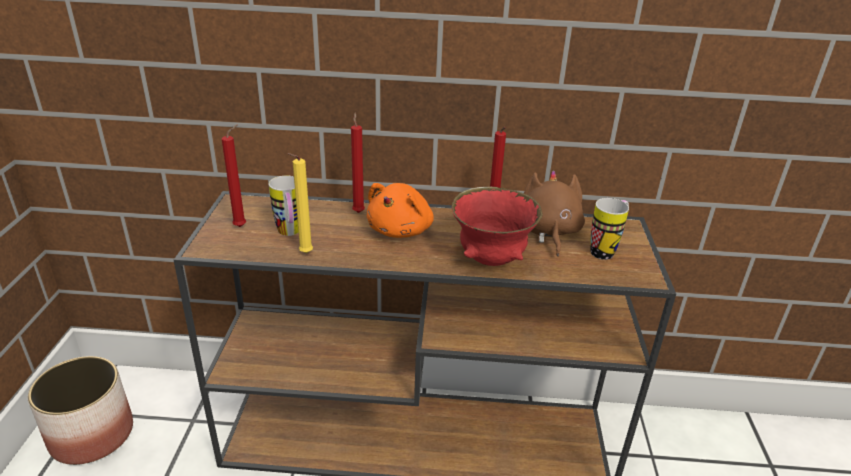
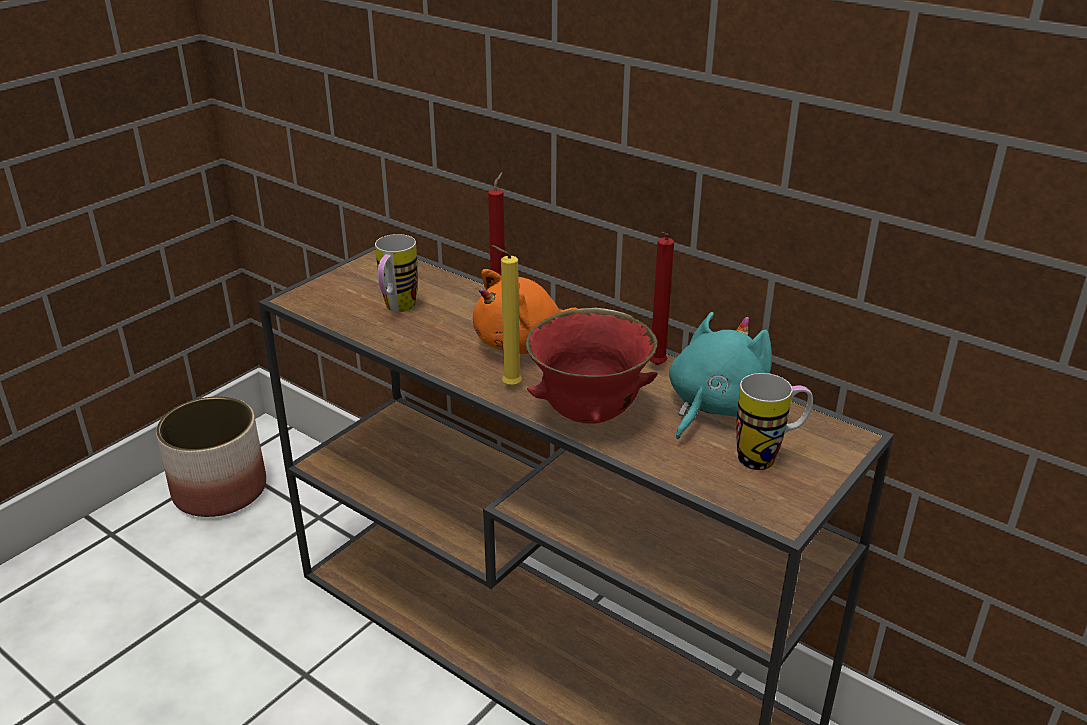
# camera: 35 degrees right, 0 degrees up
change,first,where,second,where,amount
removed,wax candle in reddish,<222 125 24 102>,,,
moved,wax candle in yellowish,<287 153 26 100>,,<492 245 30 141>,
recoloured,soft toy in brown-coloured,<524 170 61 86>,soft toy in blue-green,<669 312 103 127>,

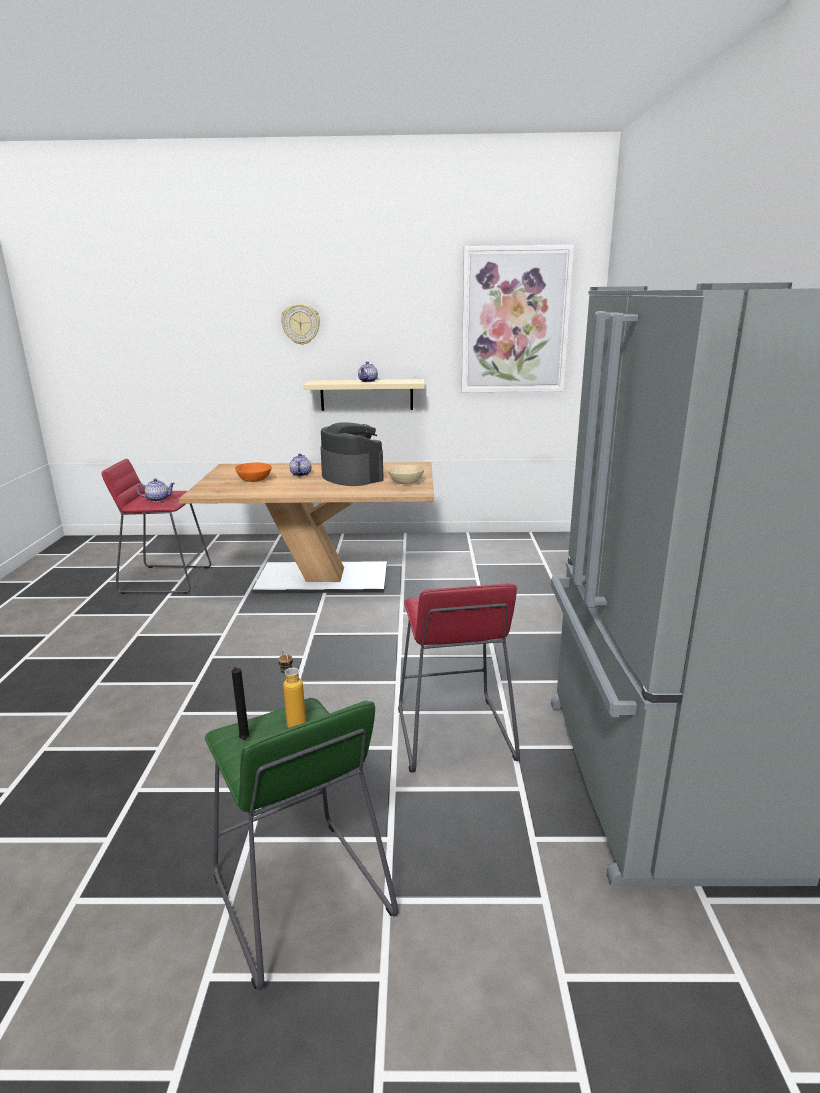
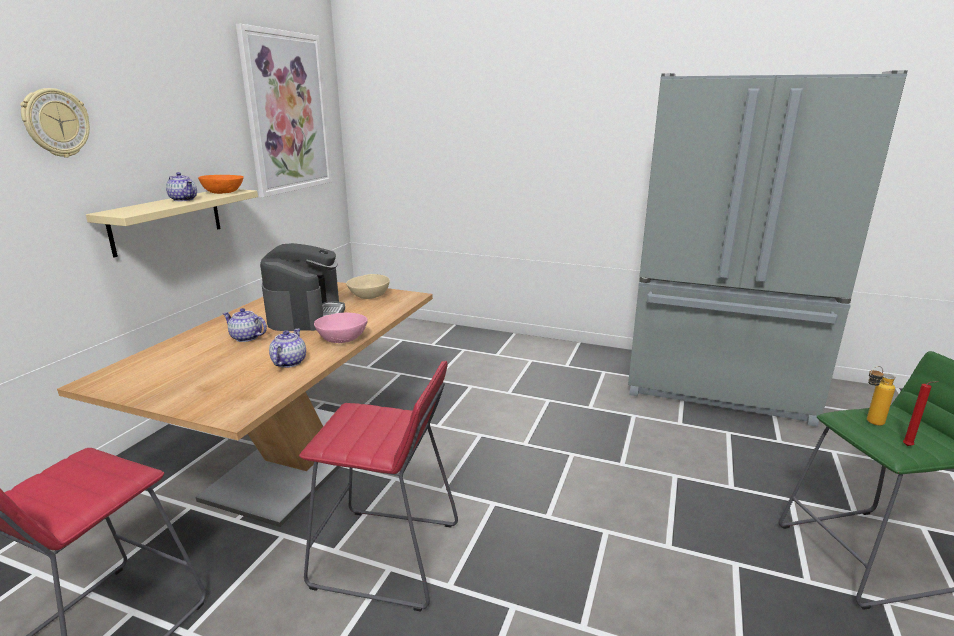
# camera: 70 degrees left, 0 degrees up
change,first,where,second,where,amount
turned,coffee brewer,<320 422 64 64>,,<260 243 85 88>,105 degrees clockwise
moved,bowl in orangey,<235 462 37 20>,,<198 175 46 19>,
moved,pot for tea,<137 478 38 24>,,<269 329 37 39>,
moved,stool seat in reddish,<398 583 122 190>,,<299 361 159 251>,
recoloured,wax candle in black,<227 666 23 73>,wax candle in reddish,<903 381 36 65>,
added,,,bowl in pinkish,<314 313 54 30>,

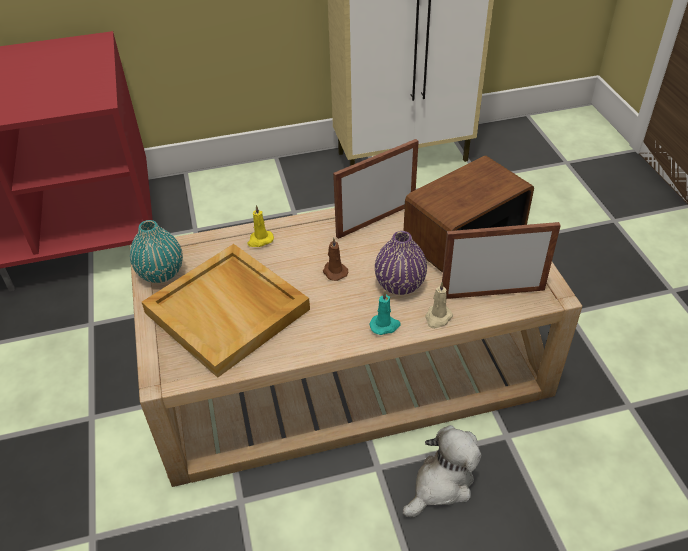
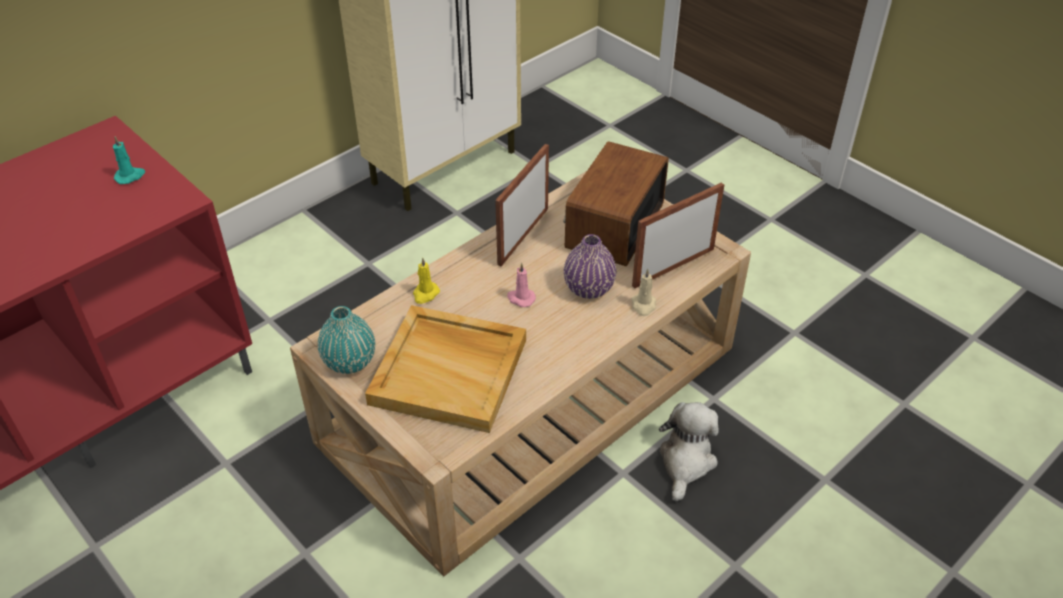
# camera: 30 degrees left, 0 degrees up
change,first,where,second,where,amount
recoloured,wax candle in brown-coloured,<323 237 25 44>,wax candle in pinkish,<507 263 29 44>,
moved,wax candle in blue-green,<370 291 31 44>,,<113 136 32 48>,

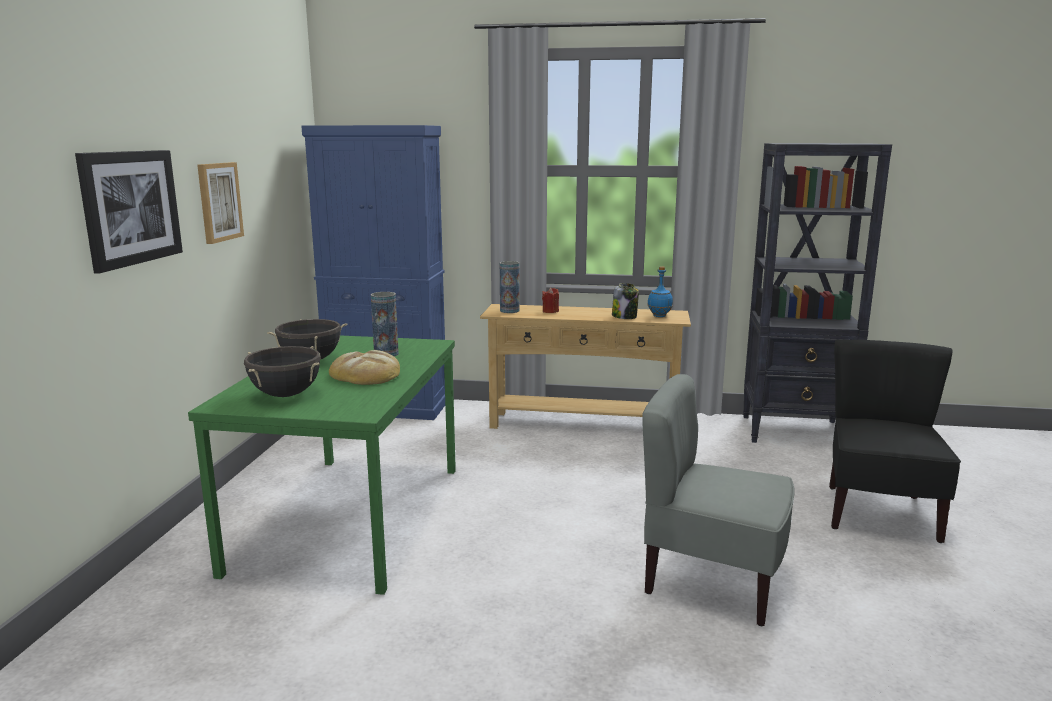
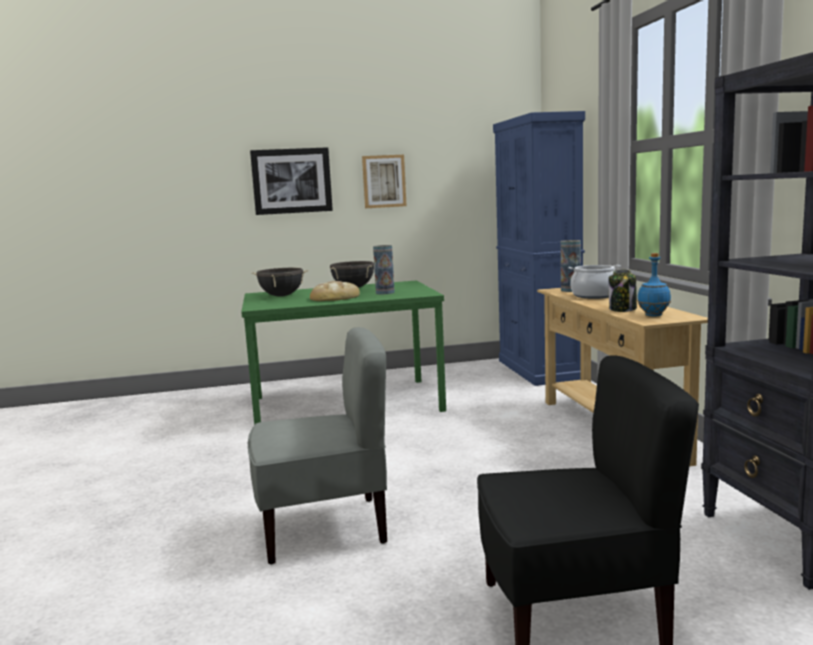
# camera: 70 degrees right, 5 degrees down
change,first,where,second,where,amount
replaced,wax candle in reddish,<542 287 17 26>,stockpot,<568 265 53 34>,
turned,plain chair in grey,<642 374 153 252>,,<248 327 139 237>,75 degrees clockwise

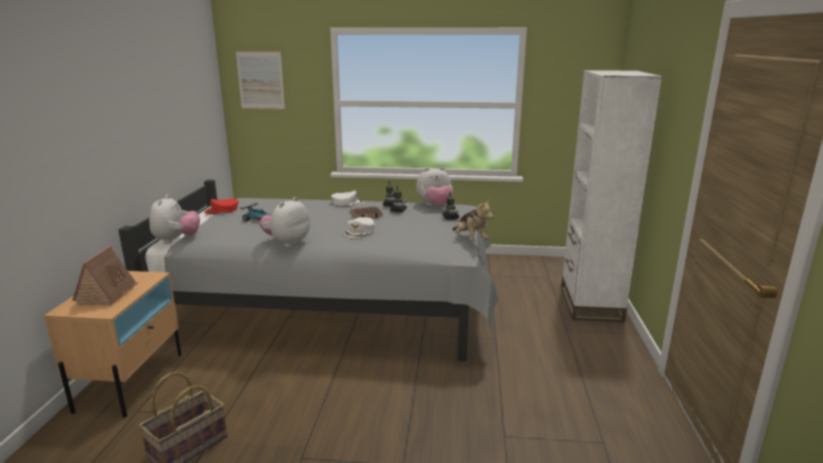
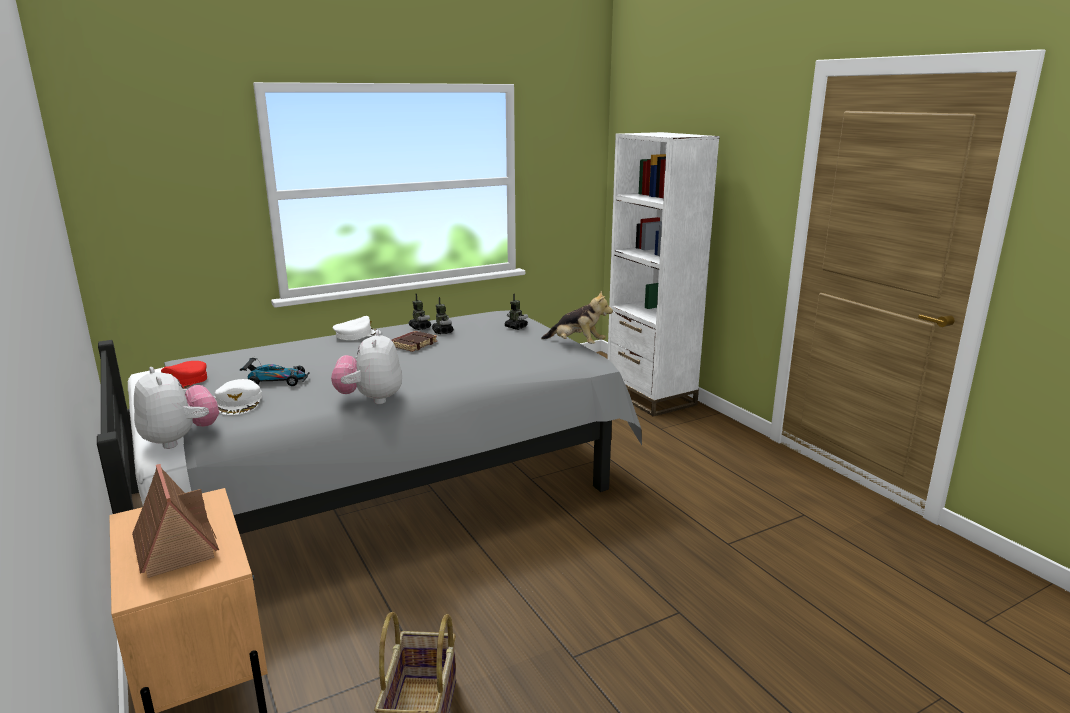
# camera: 35 degrees left, 0 degrees up
change,first,where,second,where,amount
removed,picture,<236 50 49 60>,,,
removed,soft toy,<416 167 37 39>,,,
moved,cap in white-coloured,<345 217 30 21>,,<214 379 48 36>,

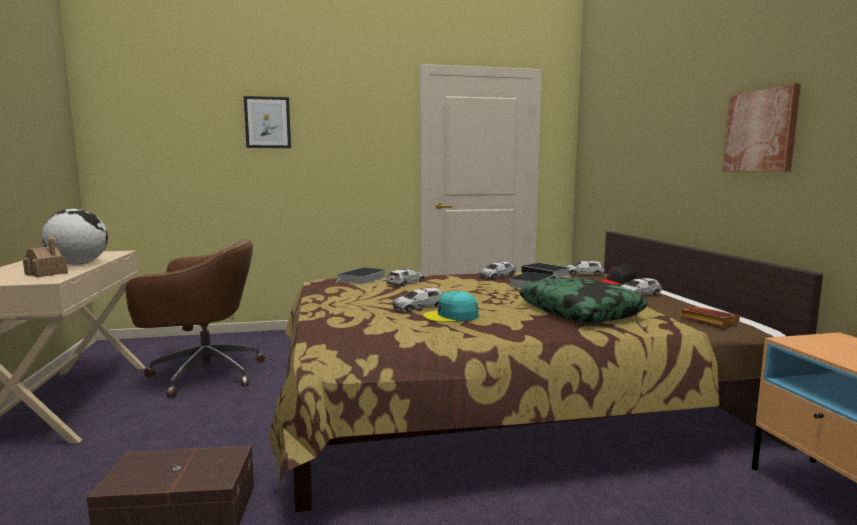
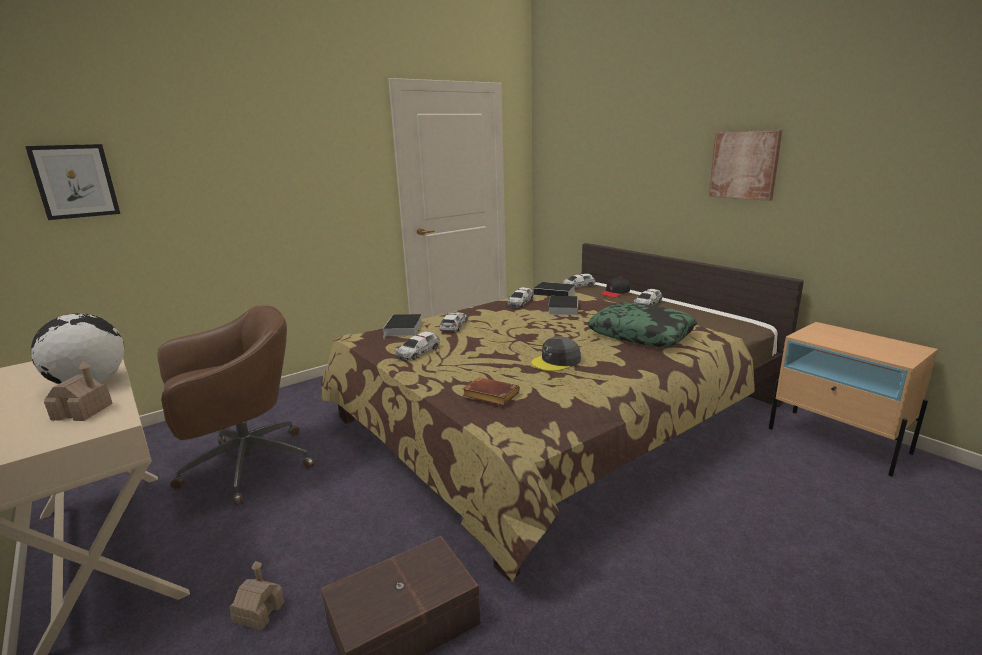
# camera: 25 degrees left, 10 degrees up
change,first,where,second,where,amount
moved,picture,<244 96 47 52>,,<25 144 95 76>,
moved,model car,<393 288 50 24>,,<395 331 45 29>,
recoloured,cap in blue-green,<423 291 56 31>,cap in grey,<531 337 50 34>,
moved,book in brown-coloured,<680 307 60 19>,,<463 377 57 29>,
added,,,model house,<229 561 55 70>,

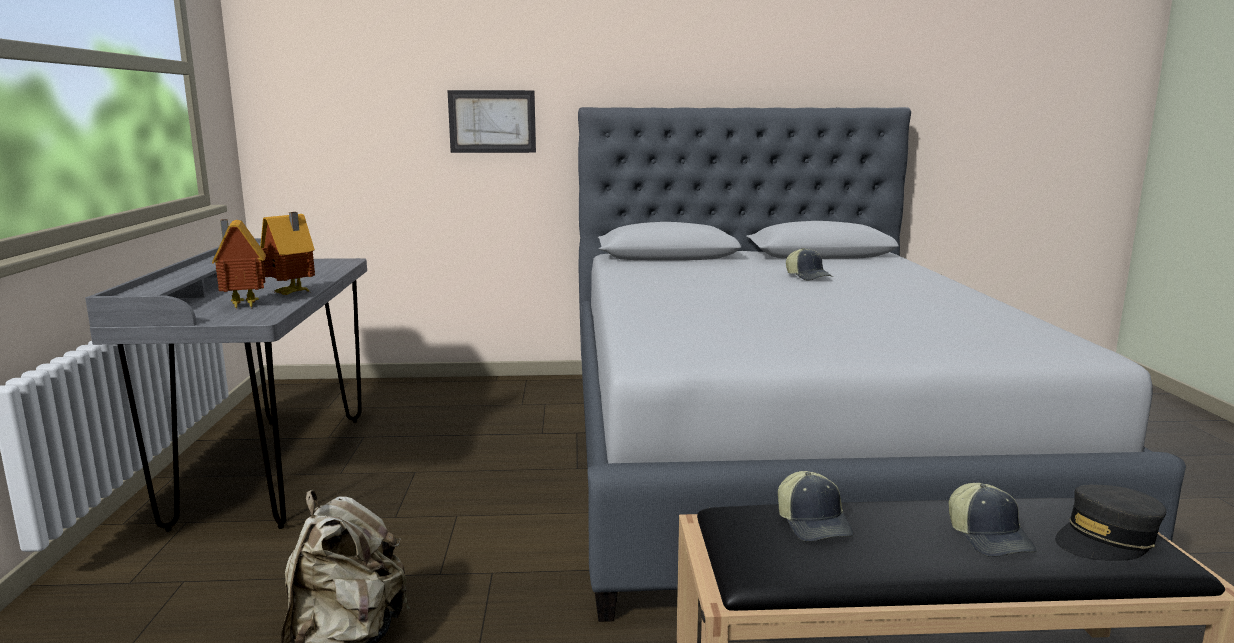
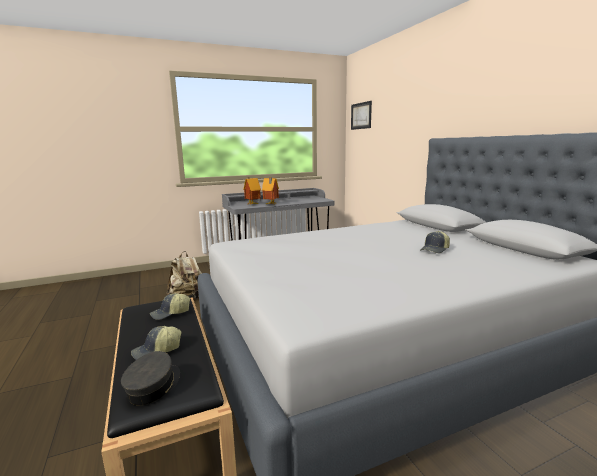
# camera: 70 degrees right, 0 degrees up
change,first,where,second,where,amount
moved,picture,<448 90 88 63>,,<351 101 21 29>,
turned,cap in grey,<1055 485 111 76>,,<121 351 59 54>,60 degrees clockwise

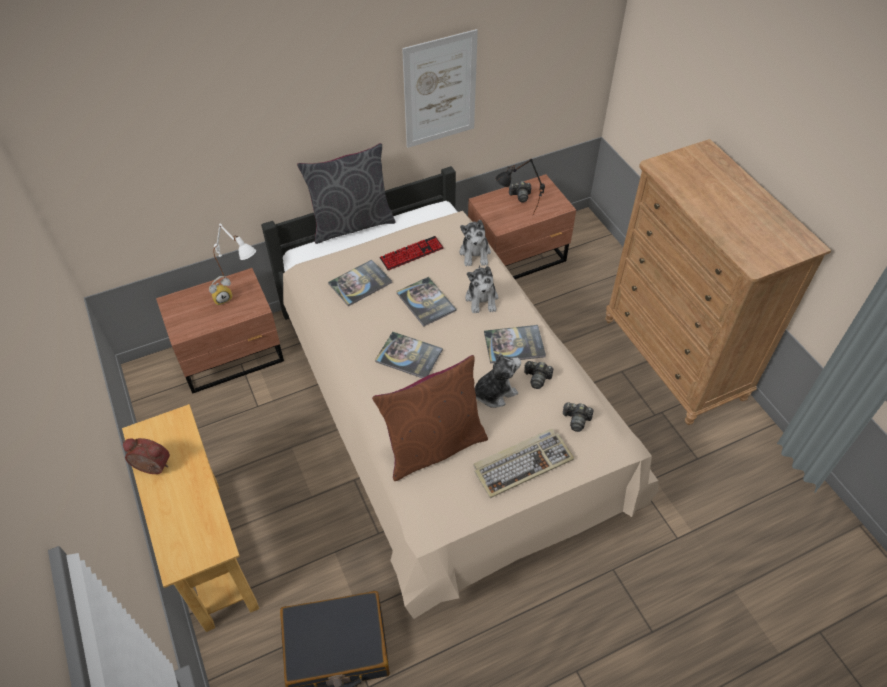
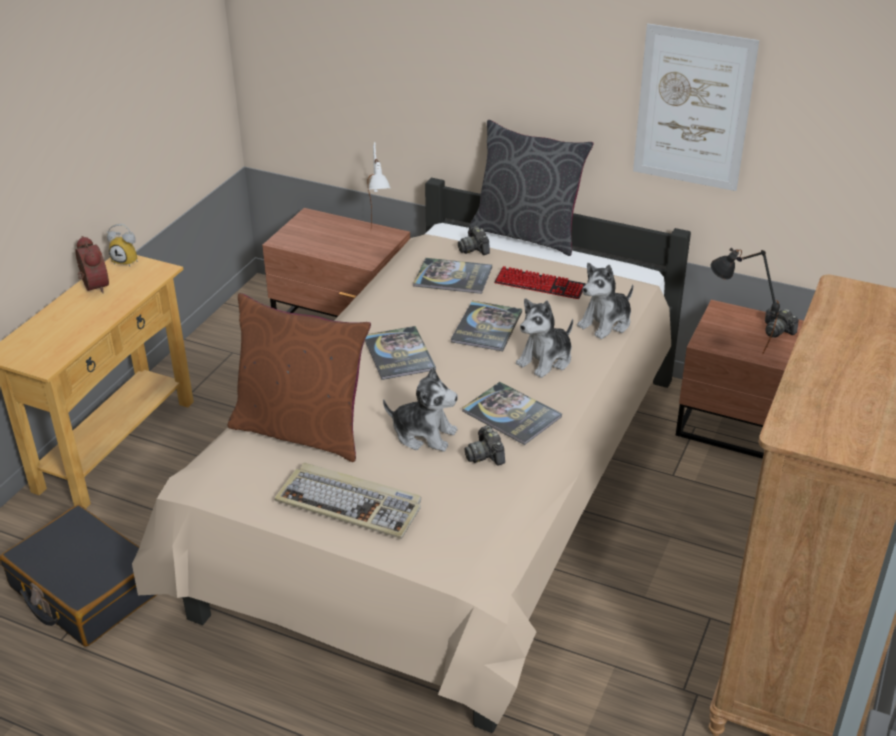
# camera: 50 degrees right, 15 degrees down
change,first,where,second,where,amount
moved,bedside clock,<209 276 24 30>,,<107 223 31 44>,
moved,still camera,<563 403 30 29>,,<458 226 32 29>,

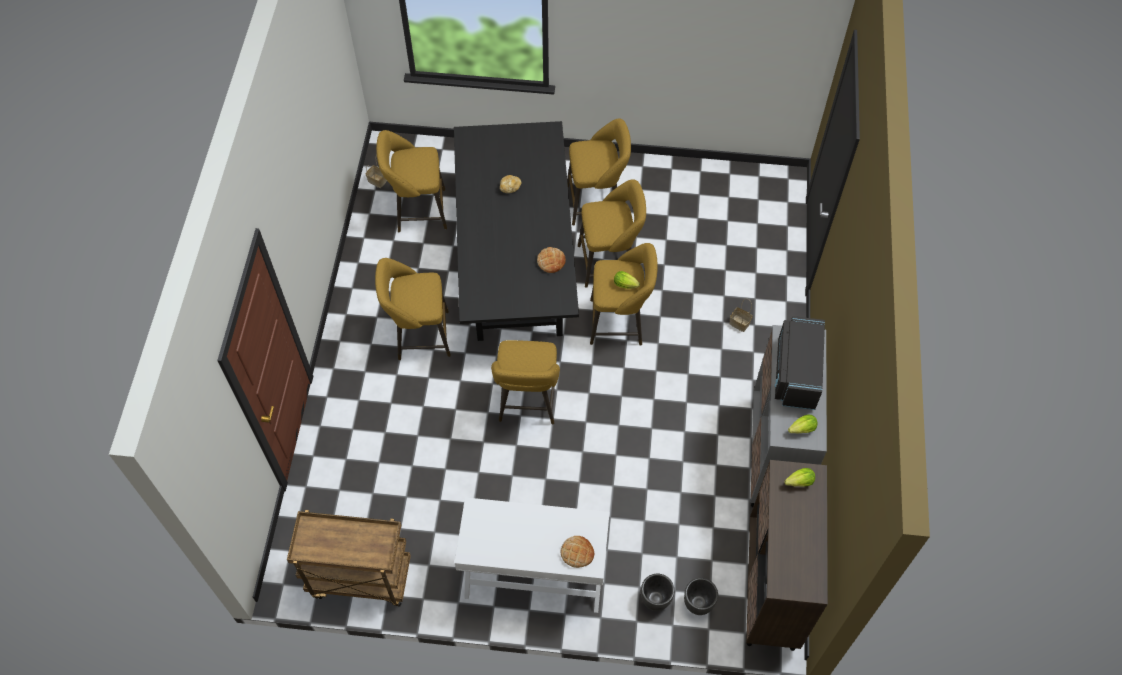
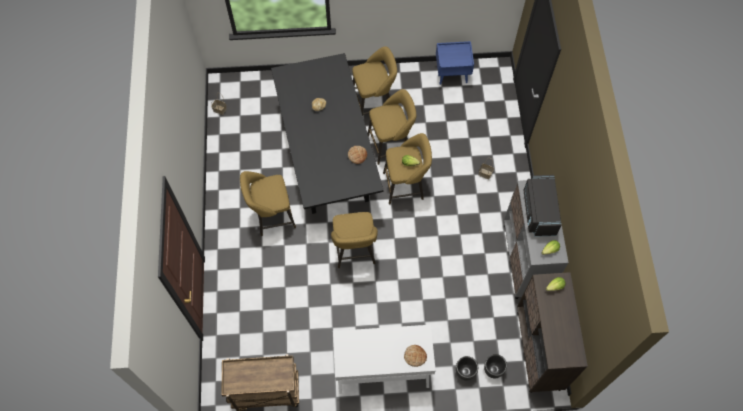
# camera: 10 degrees left, 5 degrees up
change,first,where,second,where,amount
removed,stool seat in yellowish,<376 130 71 102>,,,
added,,,bedside table in blue,<436 41 38 44>,

